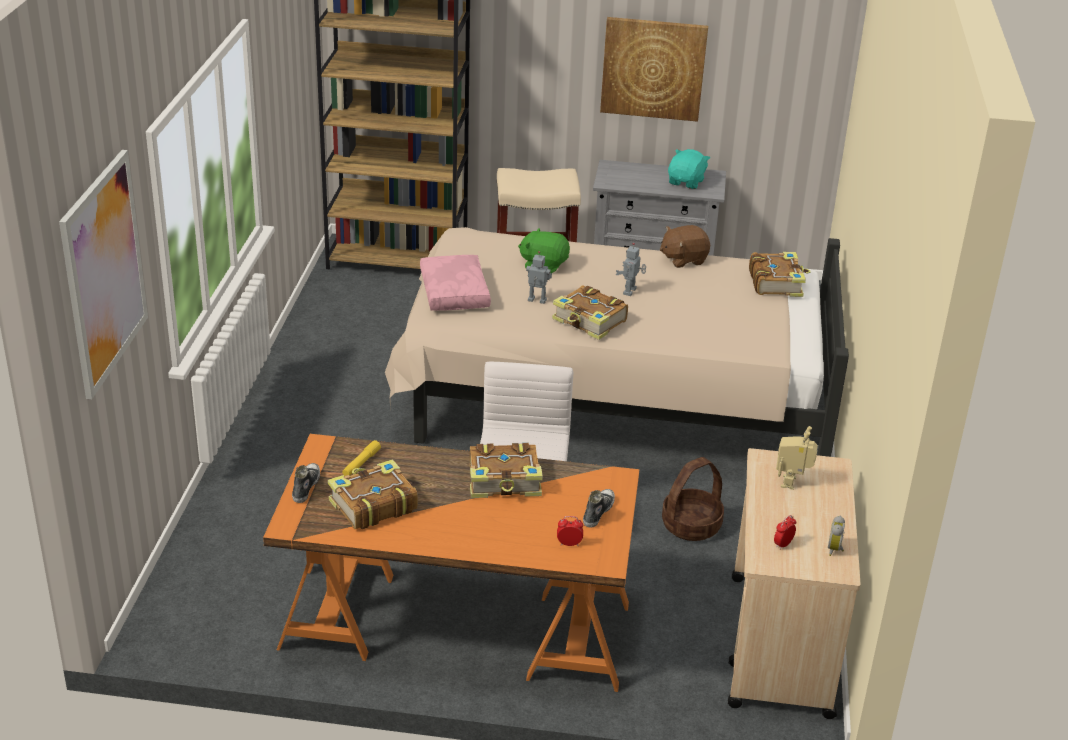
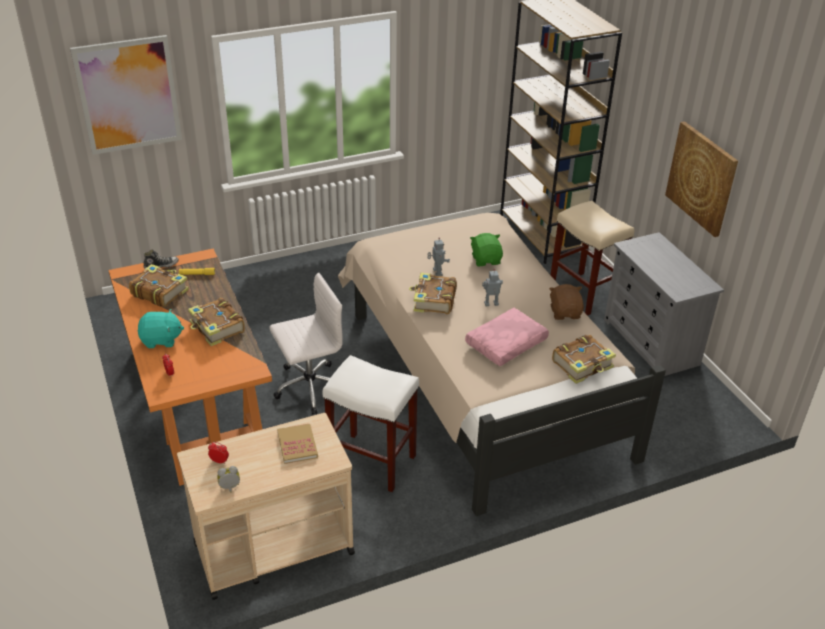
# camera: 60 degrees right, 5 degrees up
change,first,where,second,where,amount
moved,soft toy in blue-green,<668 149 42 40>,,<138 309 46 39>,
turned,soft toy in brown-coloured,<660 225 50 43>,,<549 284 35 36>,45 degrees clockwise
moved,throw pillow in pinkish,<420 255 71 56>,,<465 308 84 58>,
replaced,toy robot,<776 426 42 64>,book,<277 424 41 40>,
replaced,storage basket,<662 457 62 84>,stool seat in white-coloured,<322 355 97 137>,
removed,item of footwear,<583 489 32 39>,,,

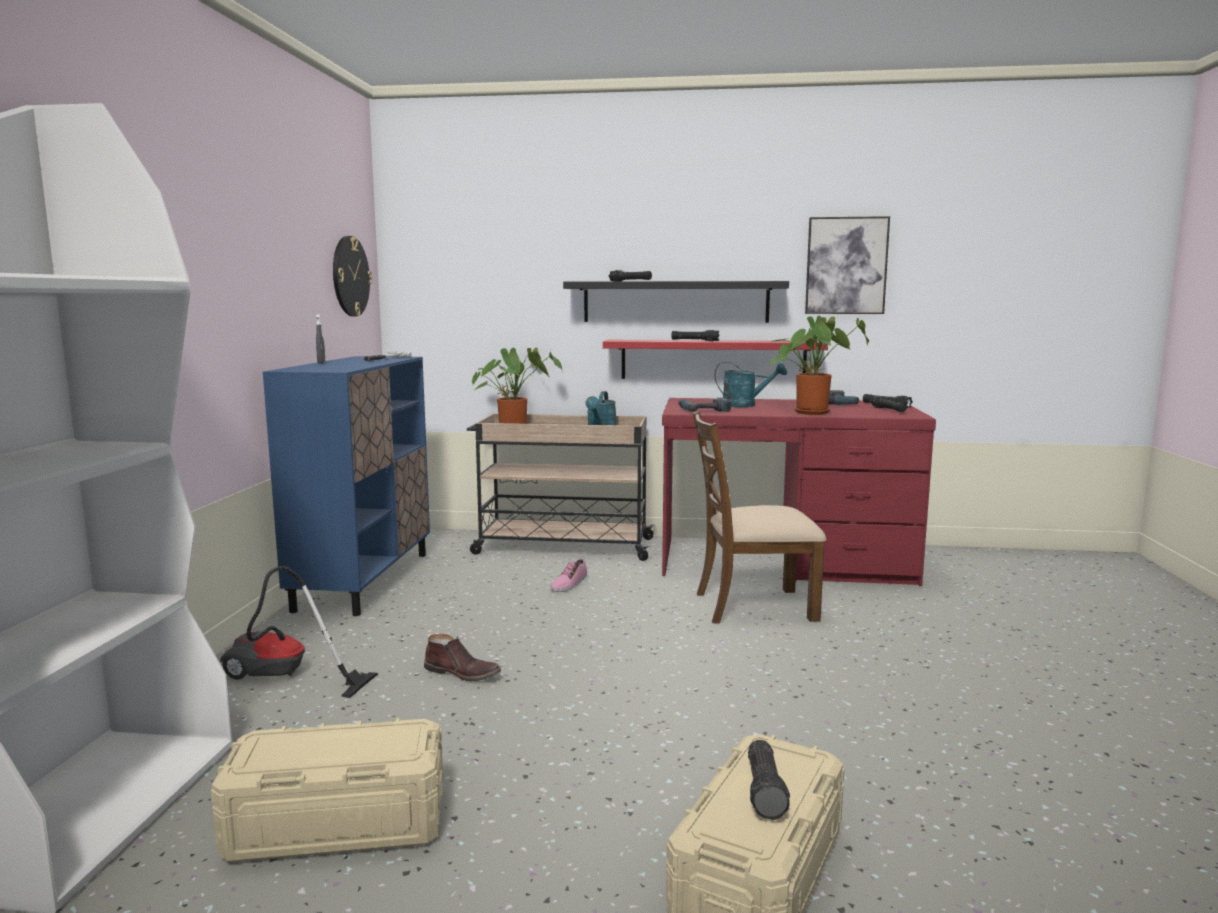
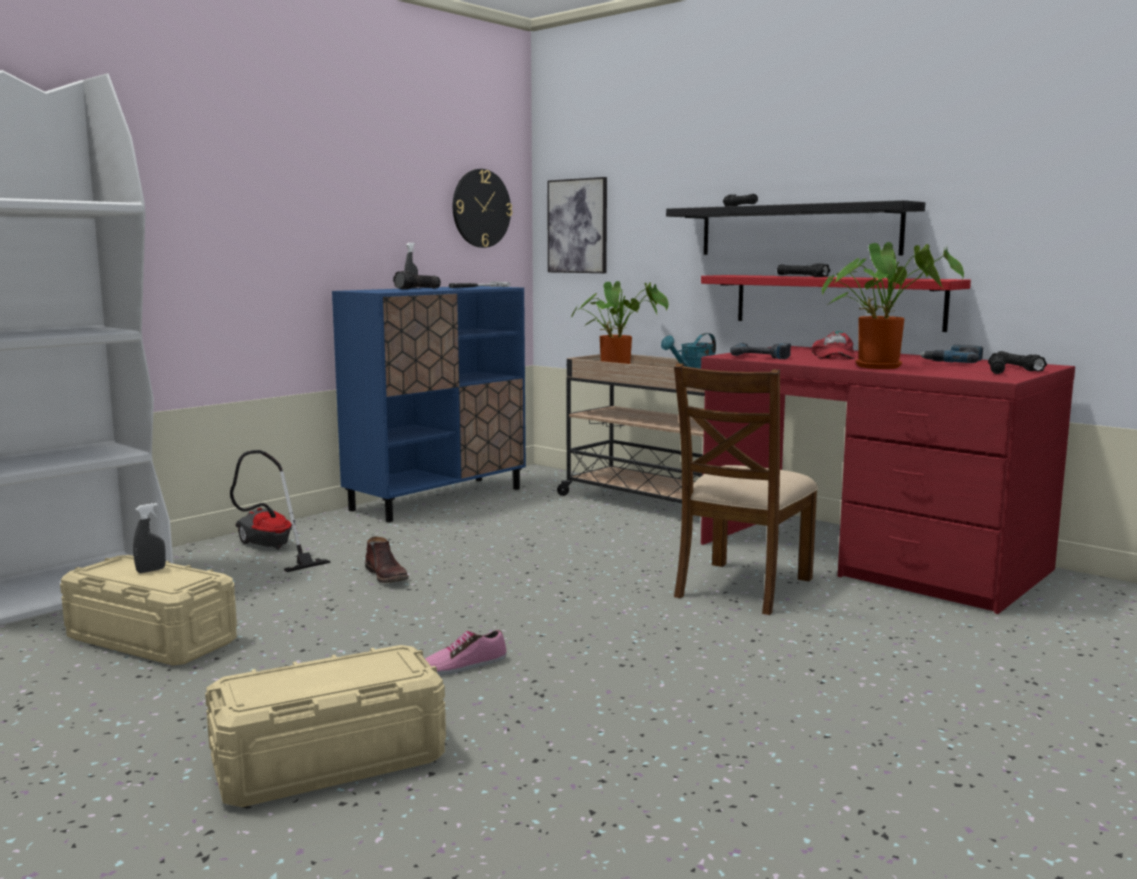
# camera: 35 degrees right, 0 degrees up
change,first,where,second,where,amount
moved,picture,<805 216 85 98>,,<547 177 60 96>,
replaced,watering can in blue-green,<714 362 73 45>,cap in reddish,<811 331 44 29>,
turned,plain chair in brown-coloured,<693 411 133 213>,,<674 363 144 252>,90 degrees counterclockwise
moved,item of footwear,<550 559 37 33>,,<425 630 81 46>,
moved,hand torch,<748 740 42 80>,,<393 271 48 19>,
added,,,sprayer in grey,<133 503 33 70>,

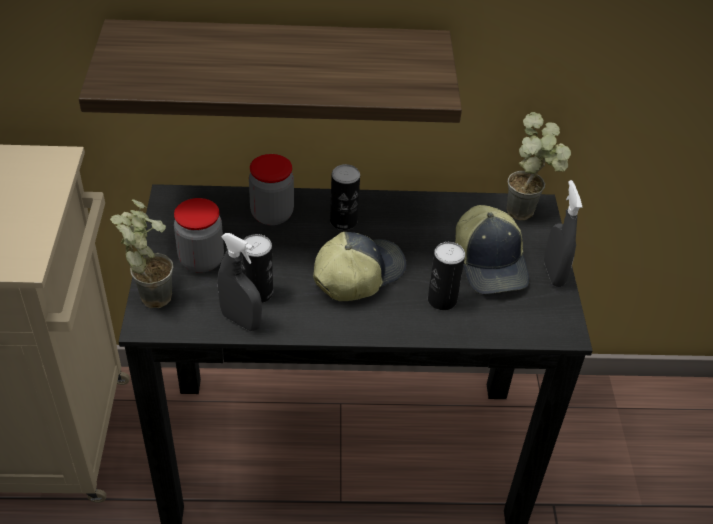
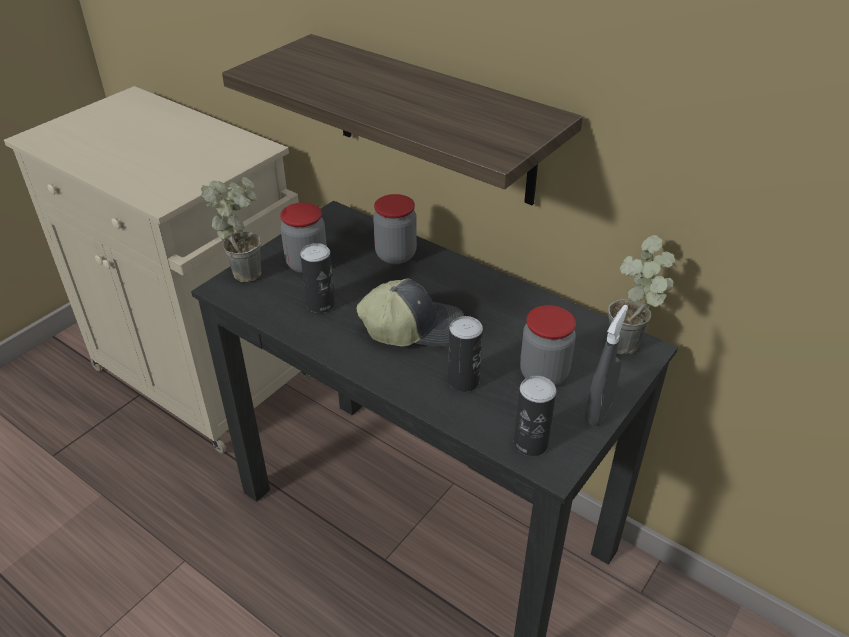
# camera: 40 degrees right, 5 degrees down
change,first,where,second,where,amount
moved,metal can,<330 164 30 66>,,<514 376 43 80>,
replaced,cap,<455 205 74 90>,jar,<520 305 56 81>,
removed,sprayer in grey,<218 233 44 98>,,,

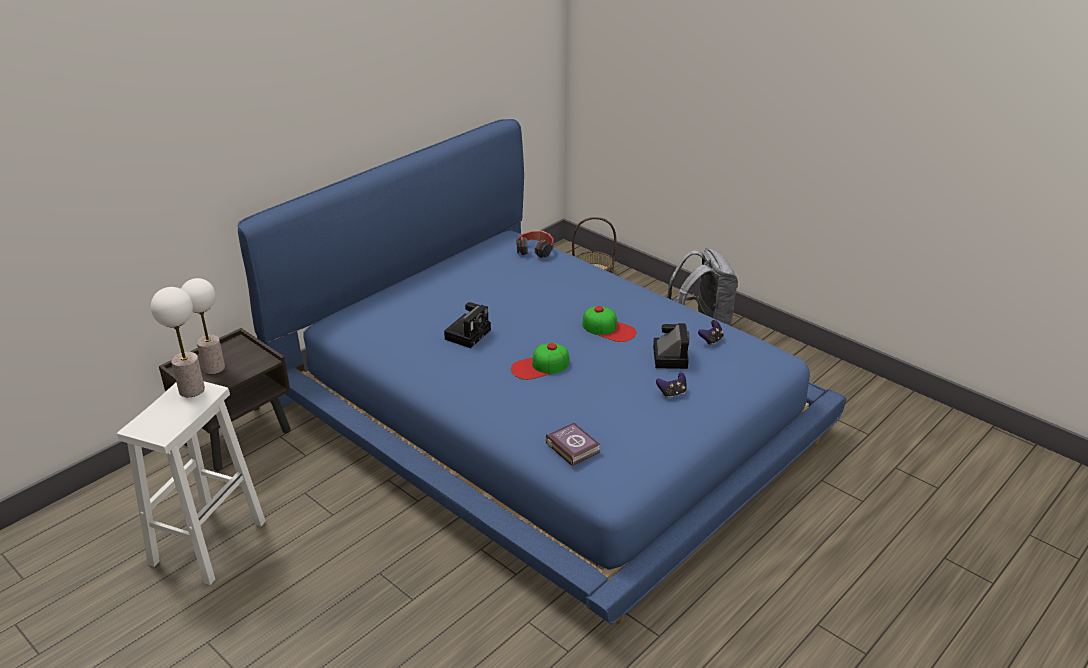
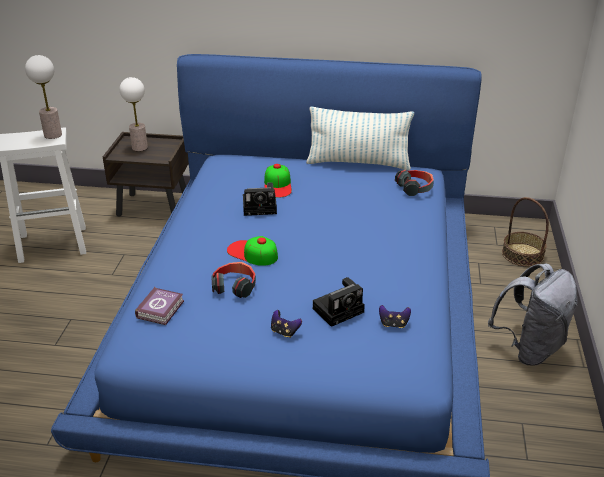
# camera: 55 degrees right, 0 degrees up
change,first,where,second,where,amount
moved,cap,<582 306 54 36>,,<264 164 28 34>,
added,,,throw pillow,<306 106 108 64>,
added,,,headset,<211 262 45 36>,

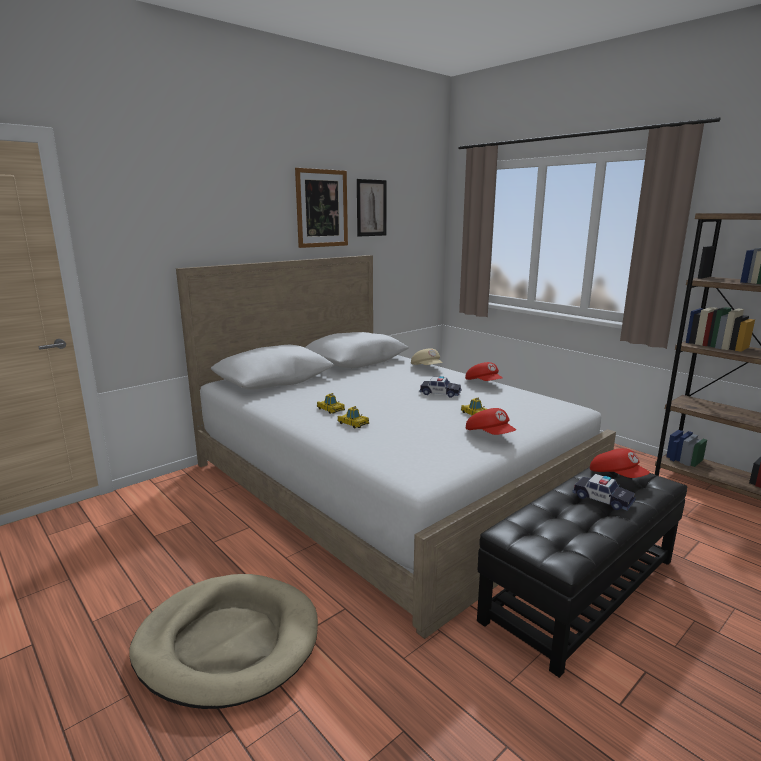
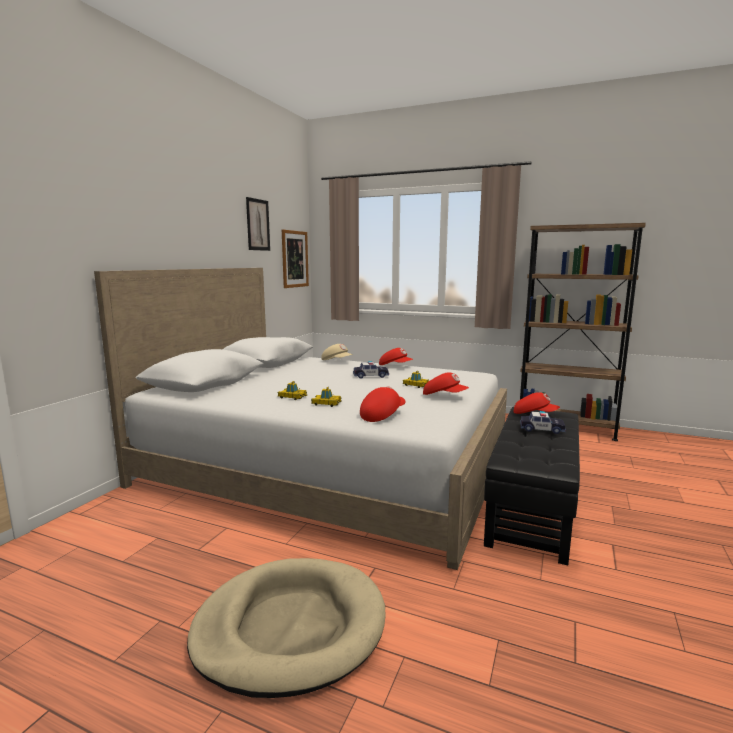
# camera: 25 degrees left, 5 degrees down
change,first,where,second,where,amount
moved,picture,<295 168 53 80>,,<282 230 27 58>,
added,,,cap in reddish,<360 386 45 36>,

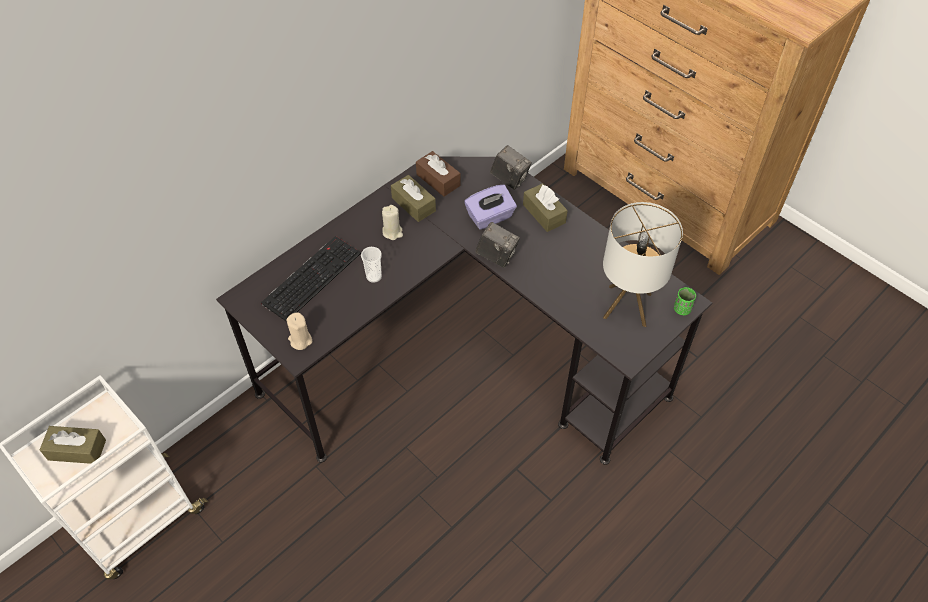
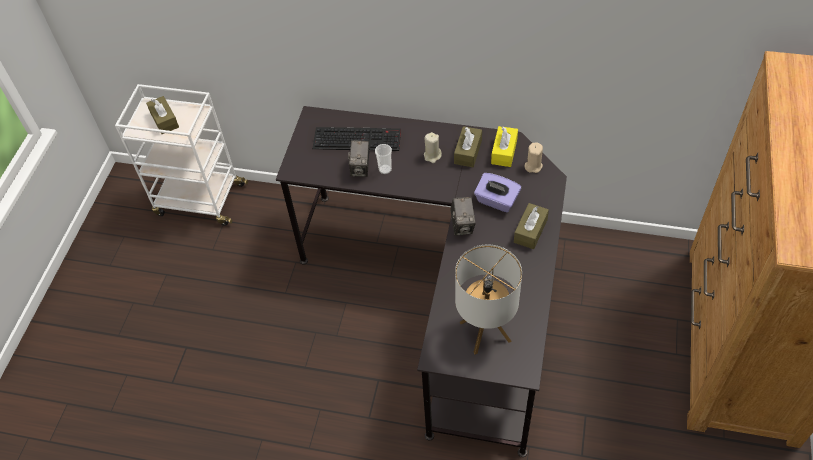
# camera: 60 degrees right, 0 degrees up
change,first,where,second,where,amount
moved,still camera,<490 145 42 45>,,<348 140 22 37>,
recoloured,box of tissues in brown-coloured,<416 151 44 46>,box of tissues in yellowish,<491 126 27 41>,
removed,drinking cup in green,<674 287 22 28>,,,
moved,wax candle in beige,<286 313 26 37>,,<525 143 18 30>,

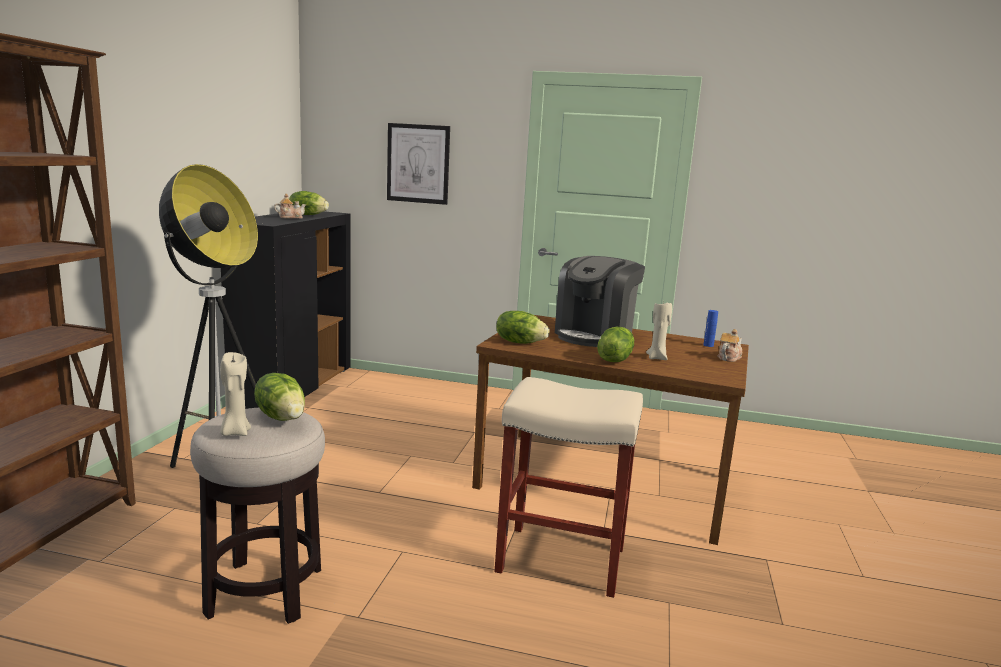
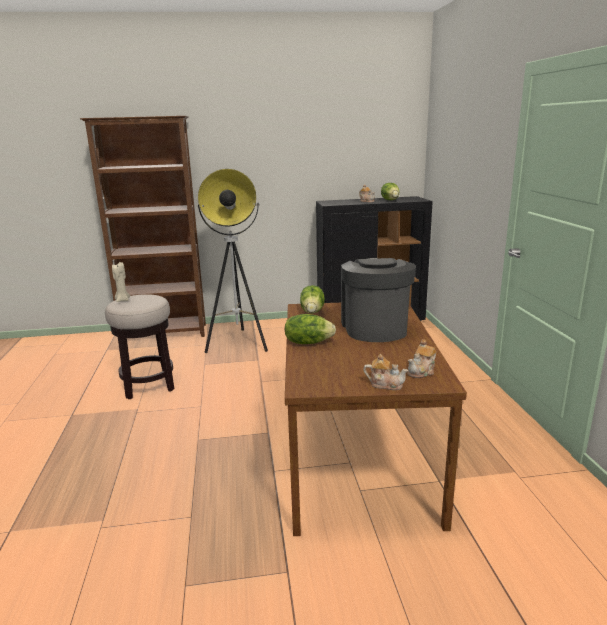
# camera: 70 degrees right, 5 degrees up
change,first,where,second,where,amount
removed,picture,<387 123 63 82>,,,
turned,coffee brewer,<555 256 90 91>,,<341 258 75 84>,75 degrees clockwise
removed,wax candle in beige,<646 302 26 58>,,,
replaced,beverage bottle in blue,<704 310 14 37>,pot for tea,<407 339 30 39>,
removed,lettuce,<254 373 51 48>,,,
removed,stool seat in beige,<495 377 148 221>,,,

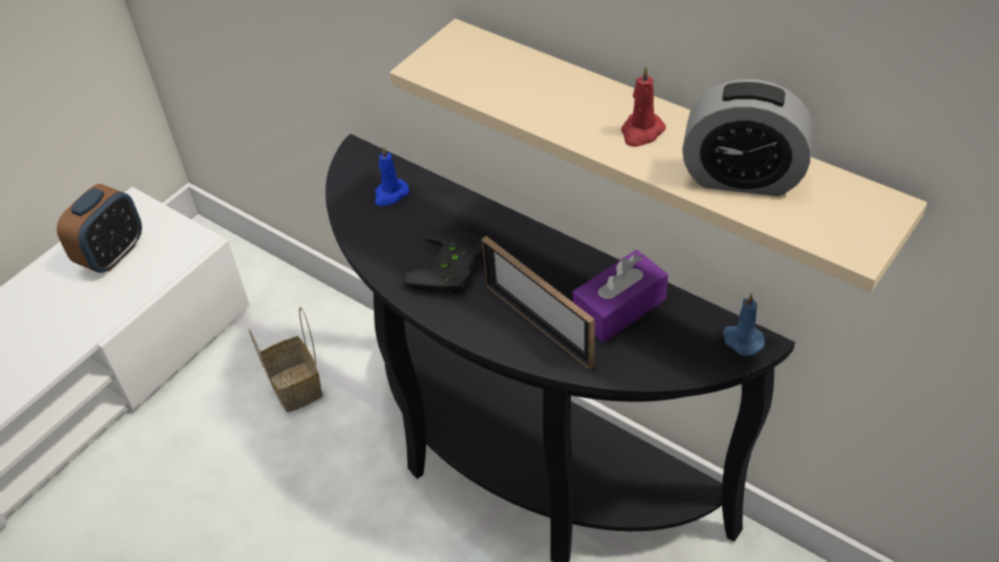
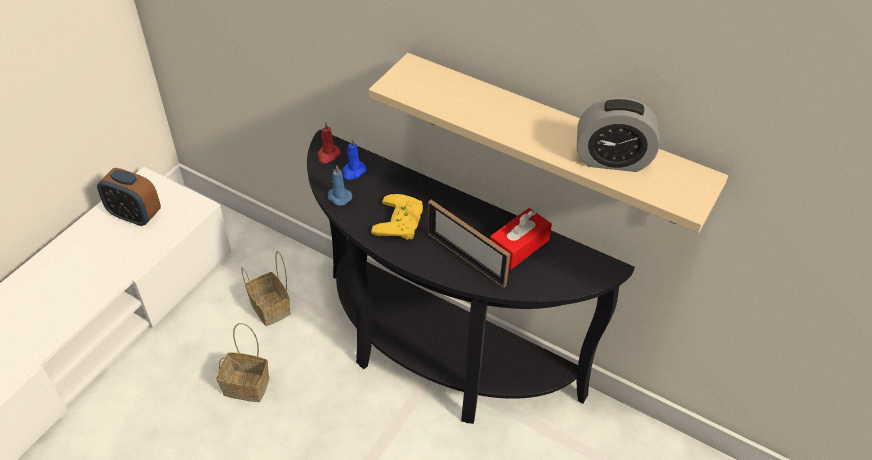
# camera: 10 degrees left, 0 degrees up
change,first,where,second,where,amount
moved,wax candle in reddish,<621 66 45 81>,,<317 122 24 41>,
turned,bedside clock,<57 184 85 89>,,<97 168 64 58>,90 degrees clockwise
recoloured,joypad in black,<403 227 80 68>,joypad in yellowish,<371 194 52 46>,
recoloured,box of tissues in purple,<573 250 95 92>,box of tissues in reddish,<490 208 62 62>,
moved,wax candle in blue,<723 293 42 63>,,<328 165 24 41>,
added,,,storage basket,<217 323 52 79>,

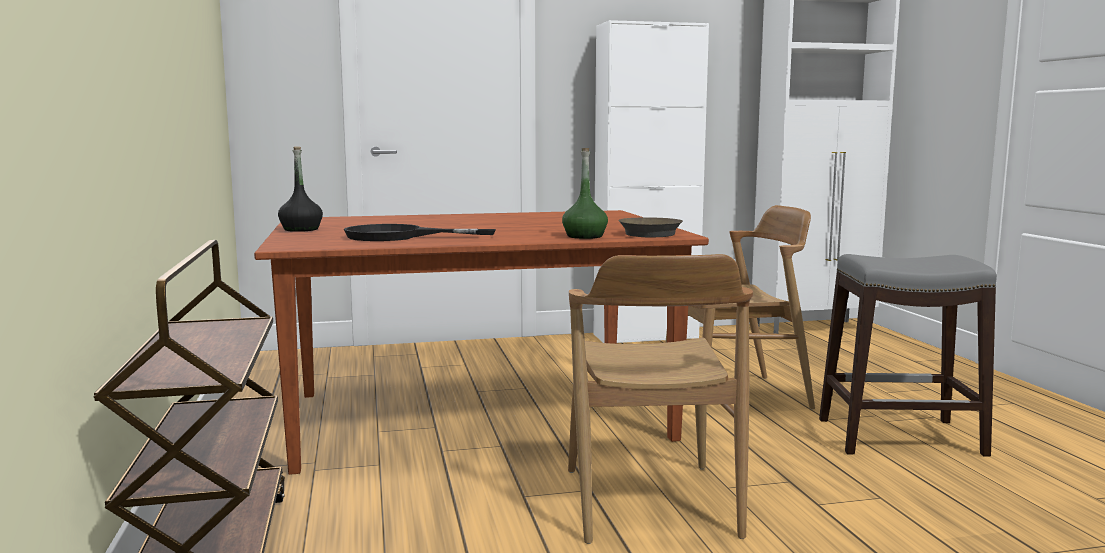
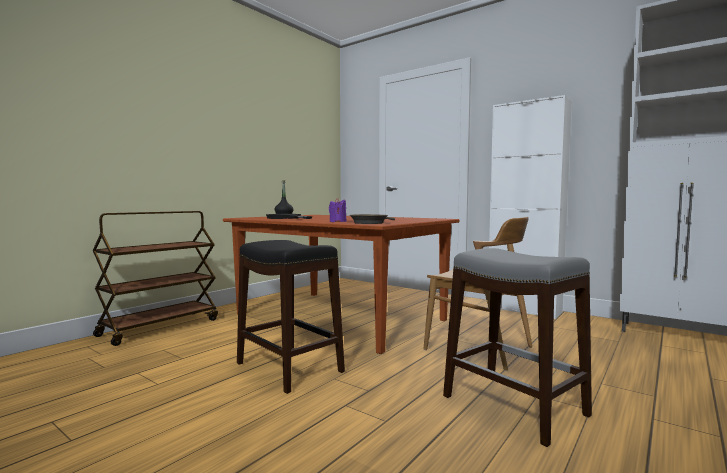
# camera: 50 degrees right, 5 degrees down
change,first,where,second,where,amount
replaced,beverage bottle in green,<562 148 46 91>,wax candle in purple,<329 198 17 24>,
replaced,plain chair in brown-coloured,<568 254 185 290>,stool seat in black,<237 240 108 154>,

